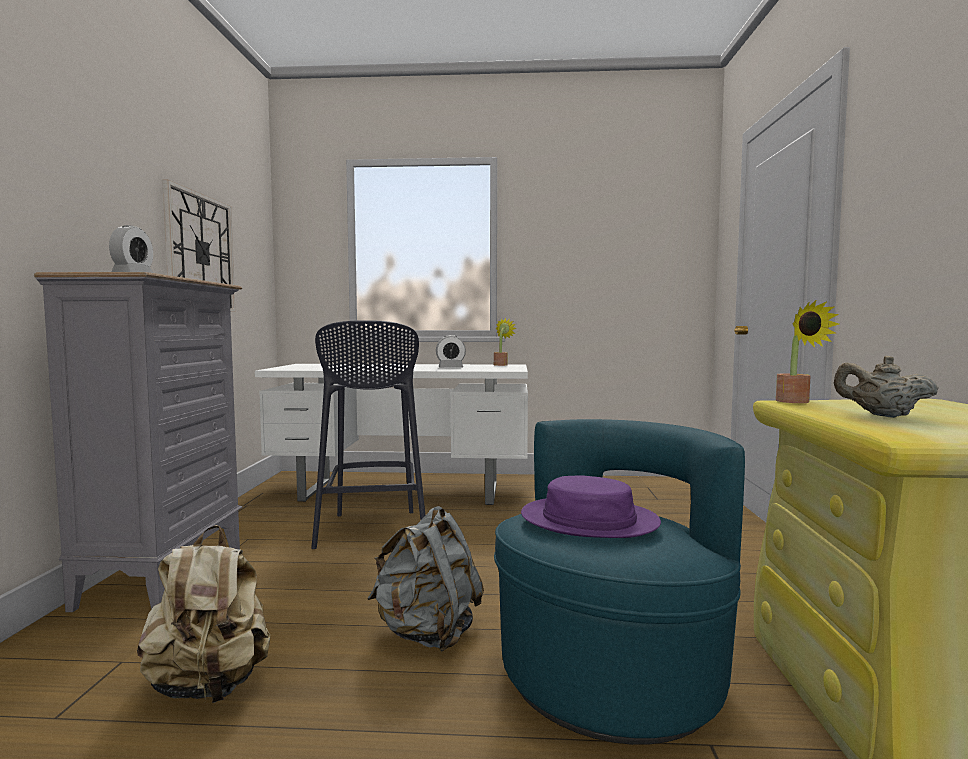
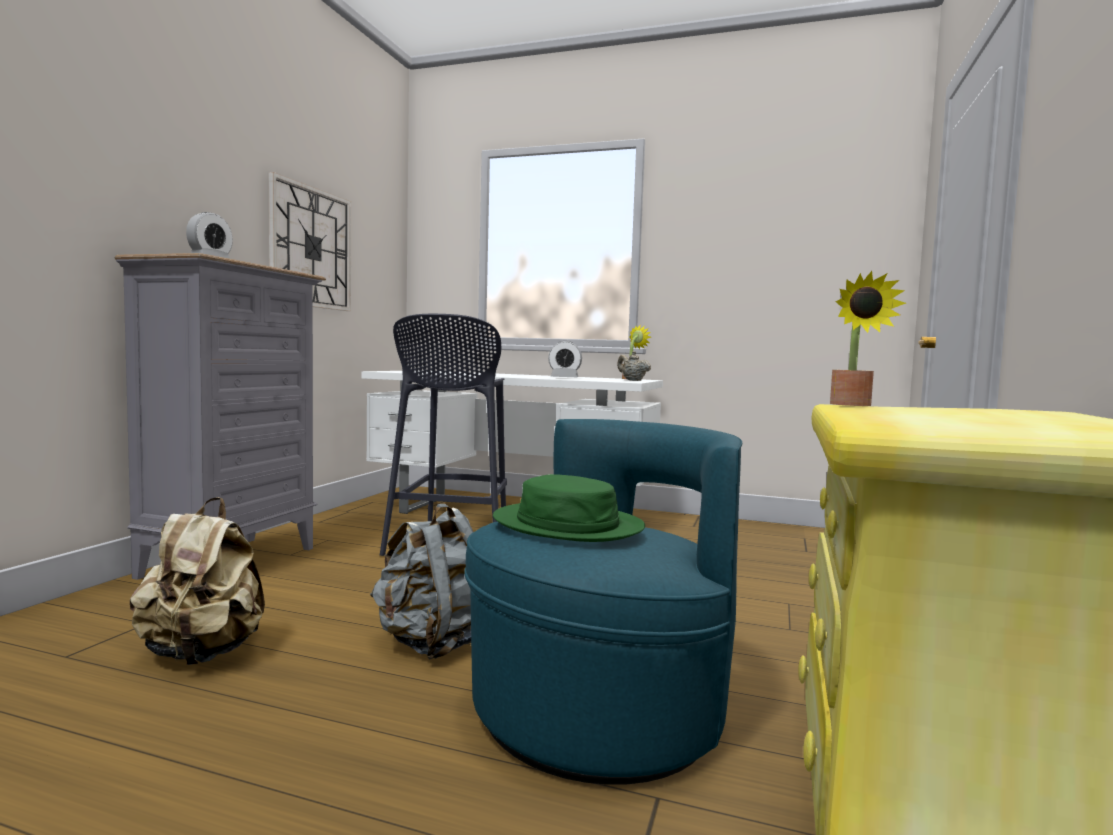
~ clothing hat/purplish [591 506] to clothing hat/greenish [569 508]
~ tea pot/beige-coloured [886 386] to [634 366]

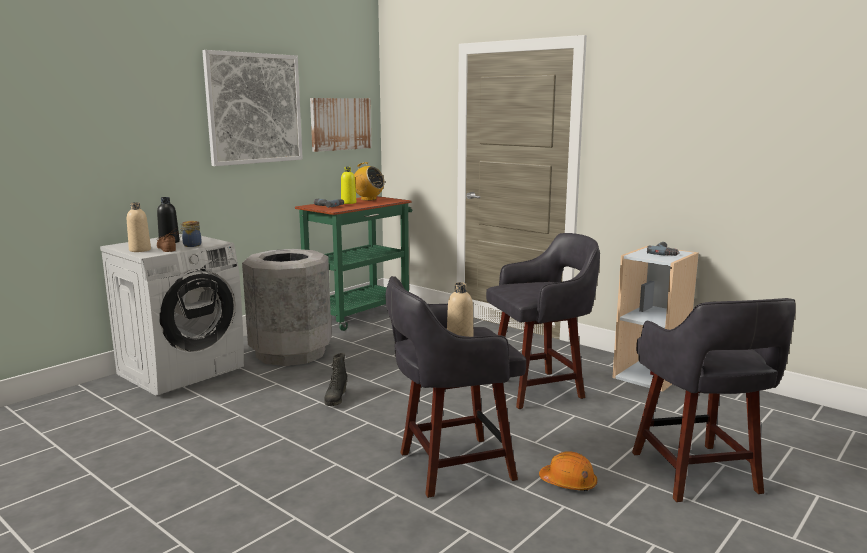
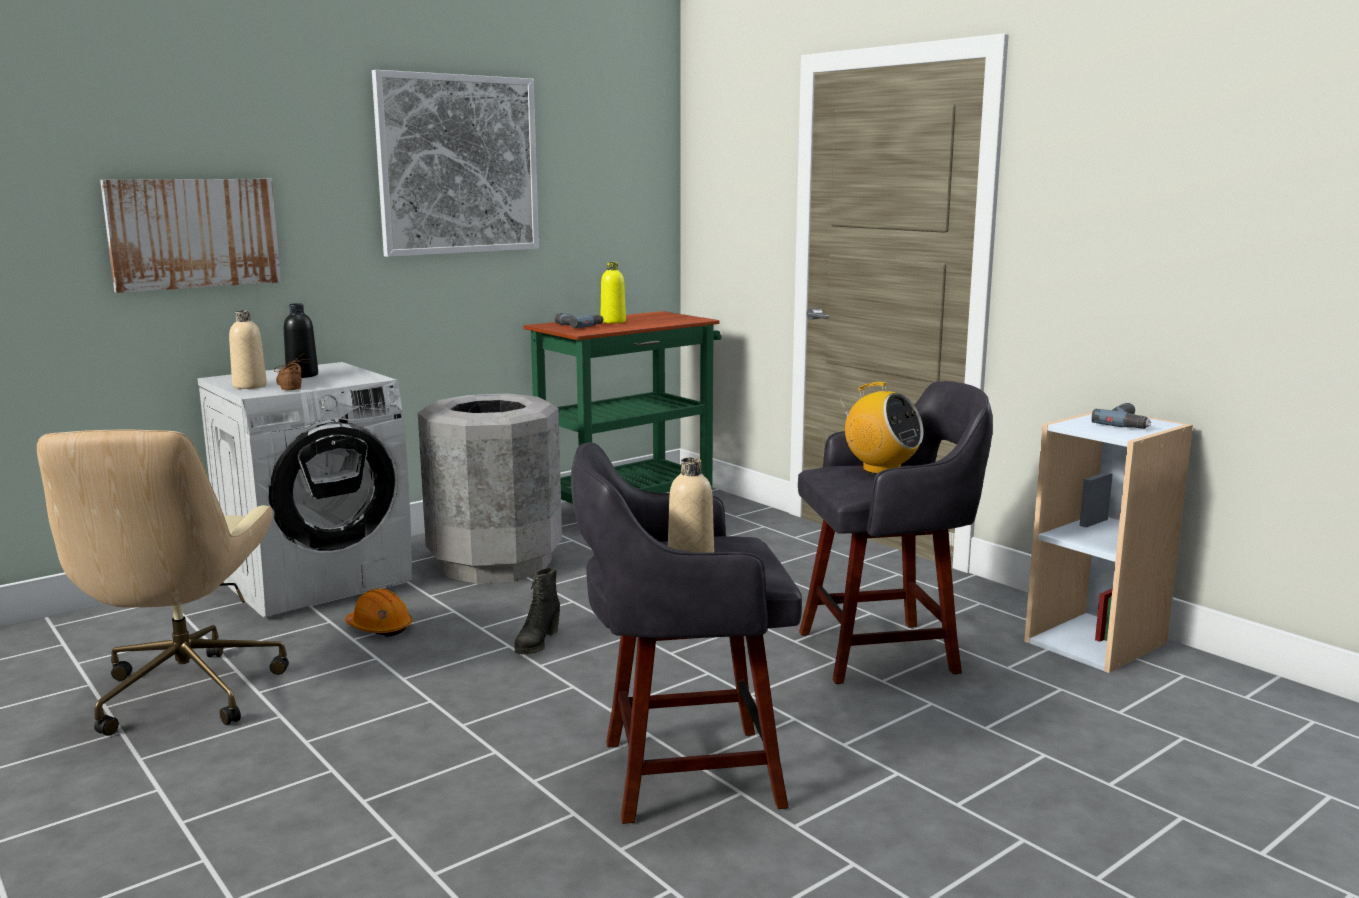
+ desk chair/beige-coloured [163 582]
~ wall picture [341 125] to [190 236]
~ work helmet/orangey [568 471] to [378 613]
~ radio set [369 181] to [881 428]
- storage jar [191 234]
- stool seat/greyish [714 400]

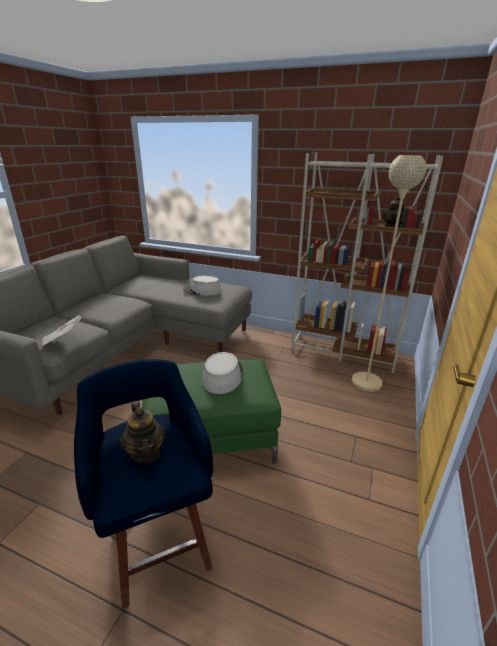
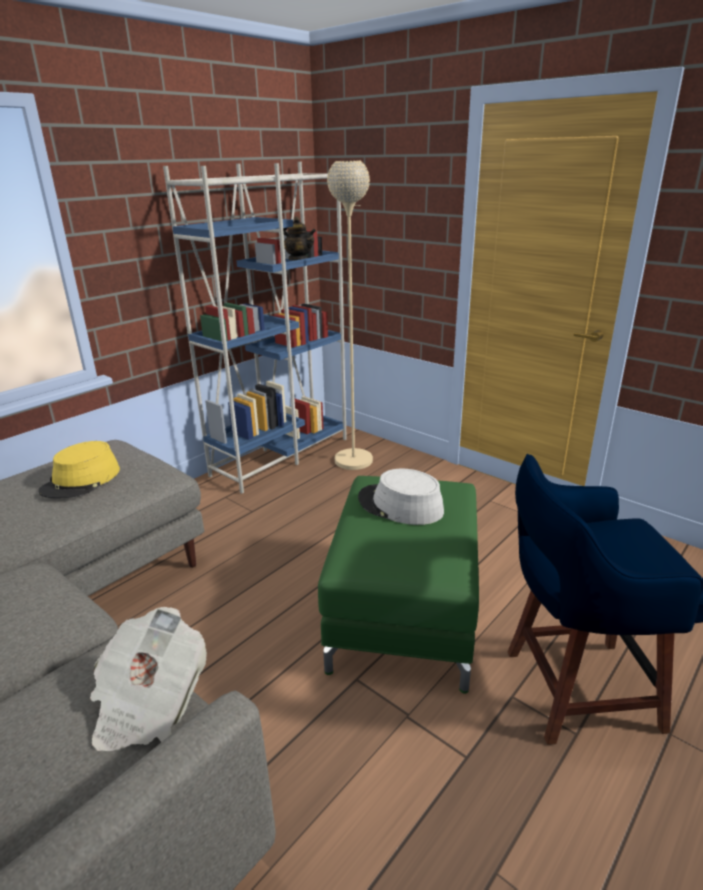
~ clothing hat/greyish [202 286] to clothing hat/yellowish [79 469]
~ bookshelf/brown [367 262] to bookshelf/blue [255 327]
- tea pot [142 432]

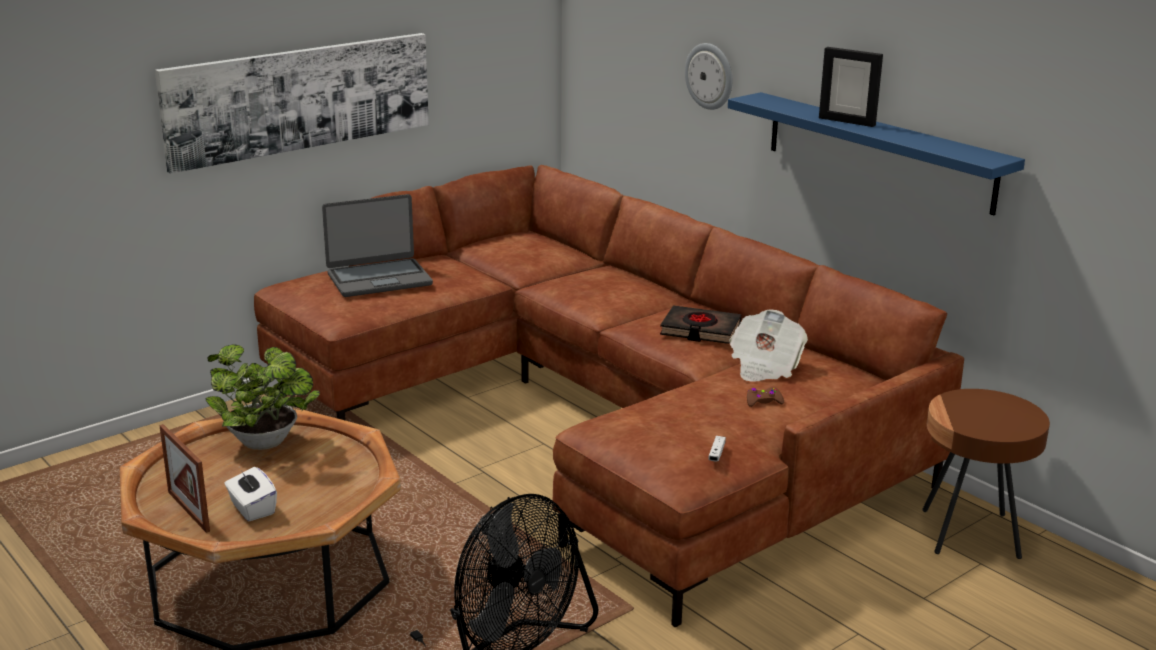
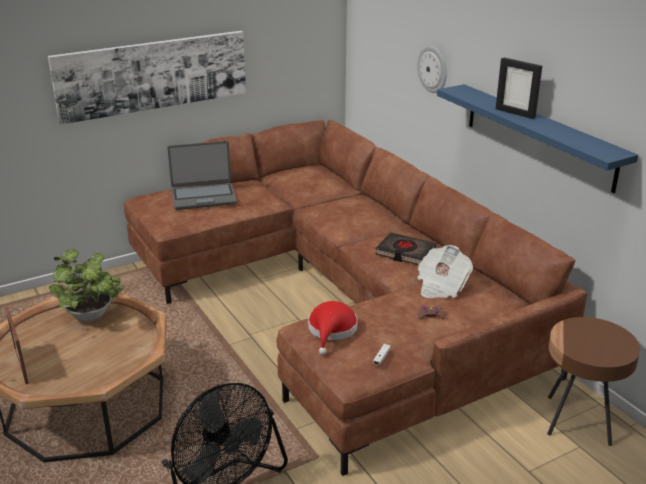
+ clothing hat/reddish [333 328]
- tissue box/white [250 494]

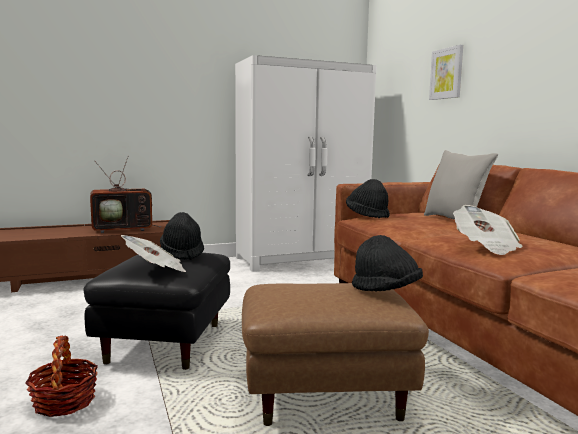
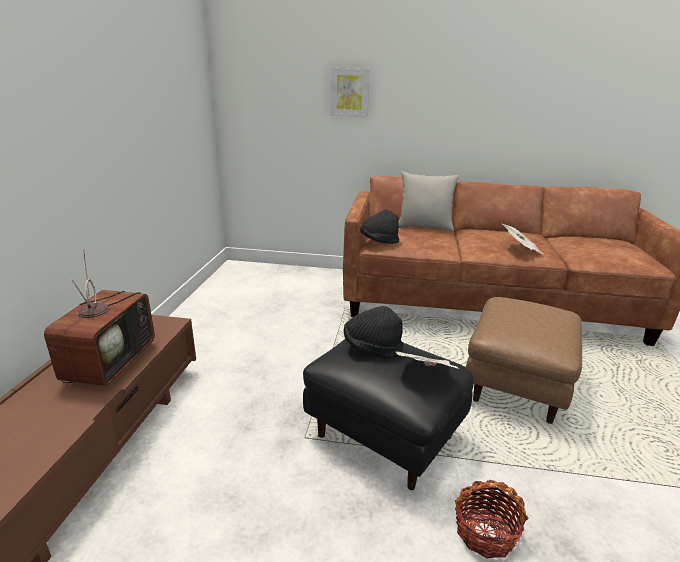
- cabinet/white [306 163]
- clothing hat/black [387 263]

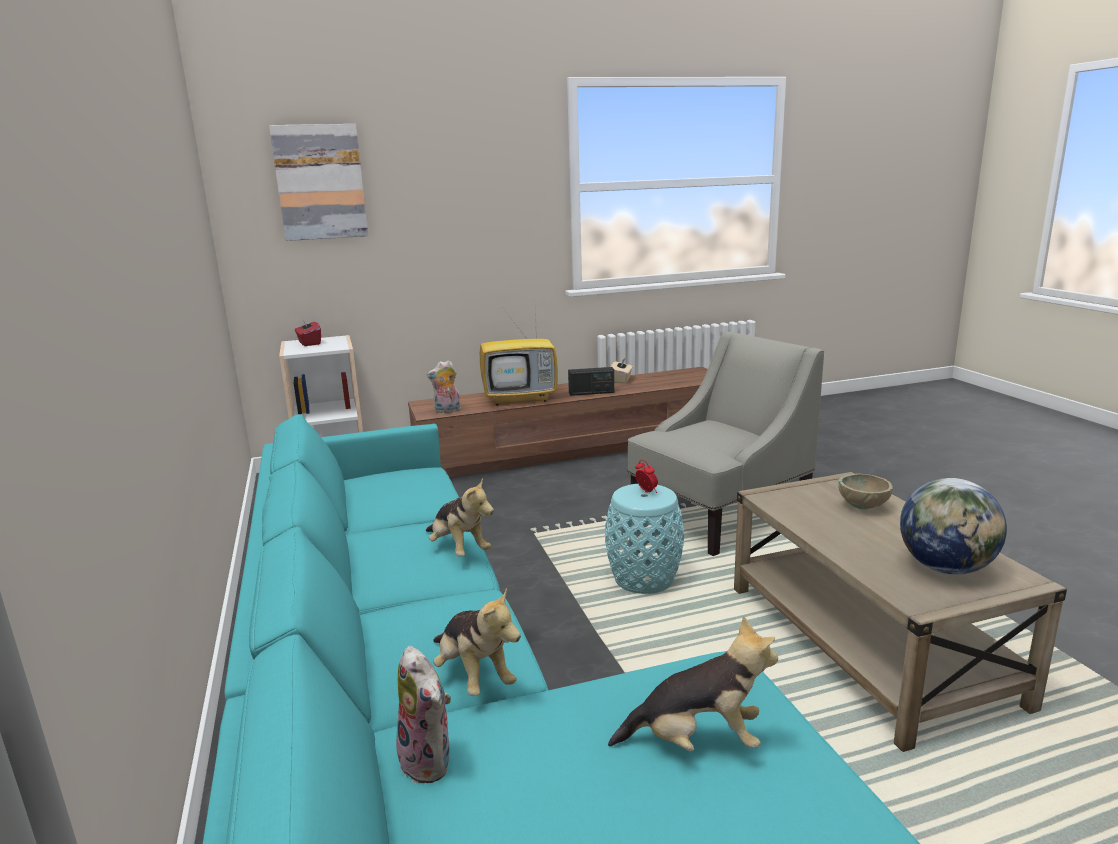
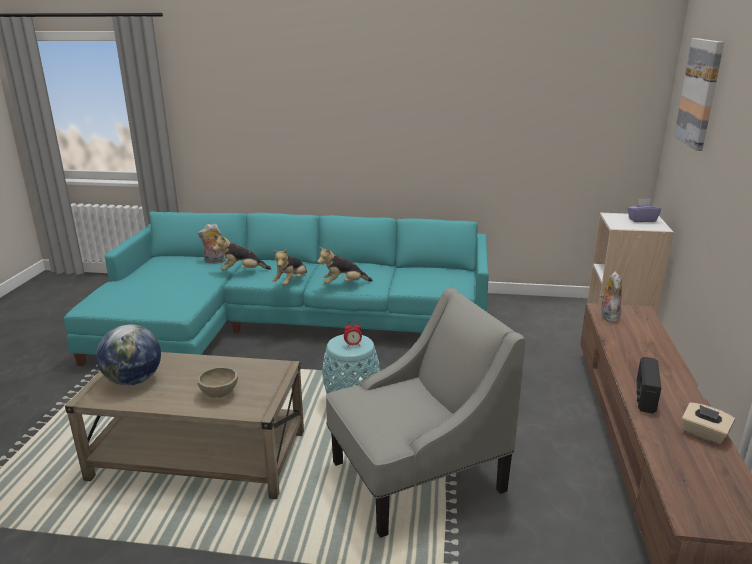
~ soft toy [693 684] to [289 267]
~ armchair/greyish [725 443] = [426 412] 105 degrees counterclockwise
~ tissue box/reddish [308 333] to tissue box/purplish [644 210]
- television [519 358]

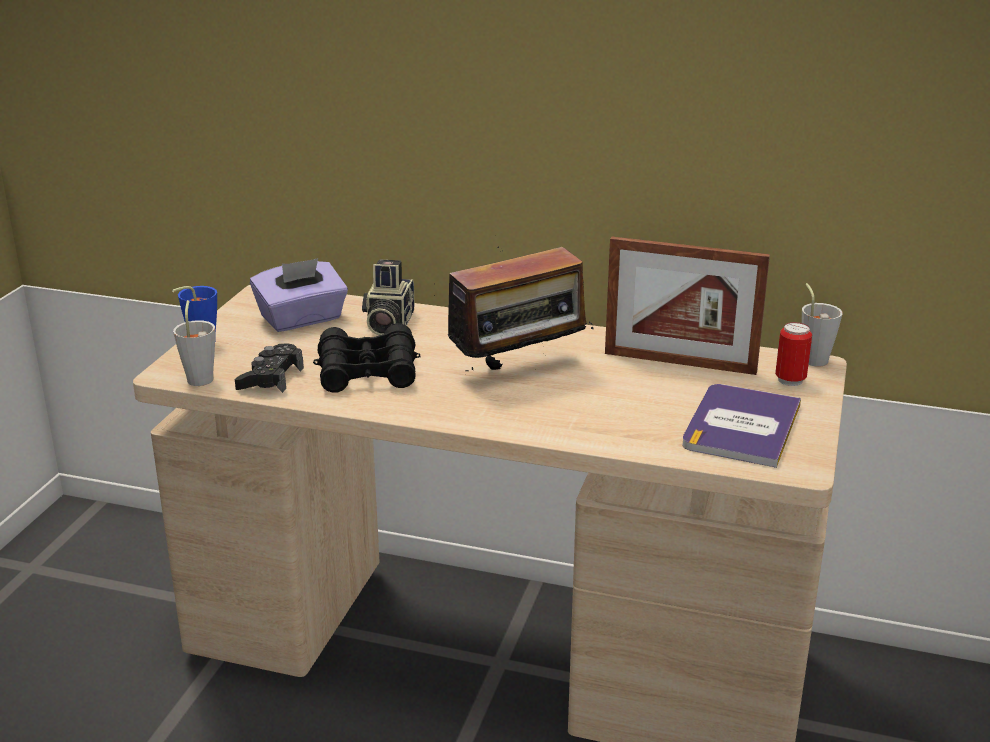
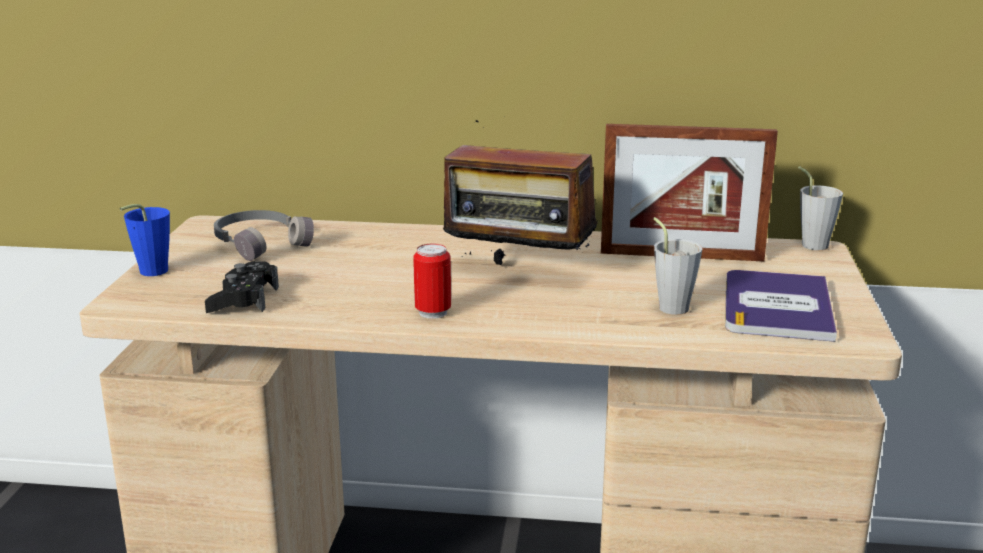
~ tissue box/purplish [299 295] to headset/greyish [264 235]
~ can [793 354] to [432 281]
~ radio set [513 303] = [520 190] 60 degrees clockwise
~ cup/greyish [194 343] to [677 266]
- field glasses/black [366 358]
- still camera [388 297]

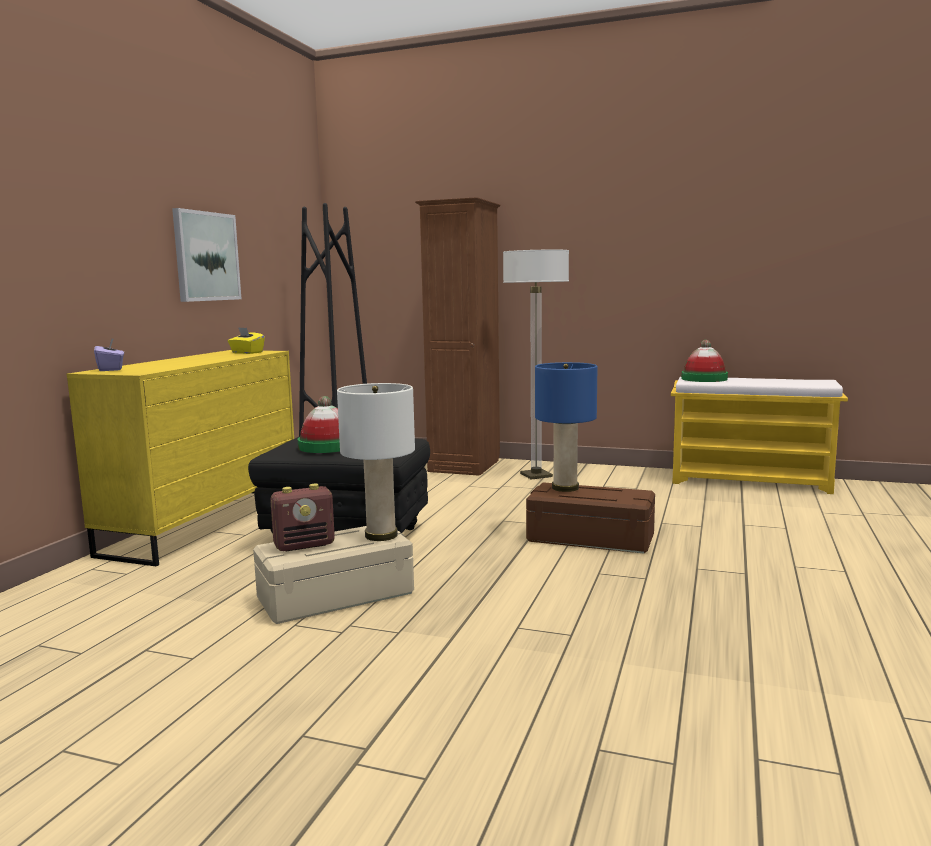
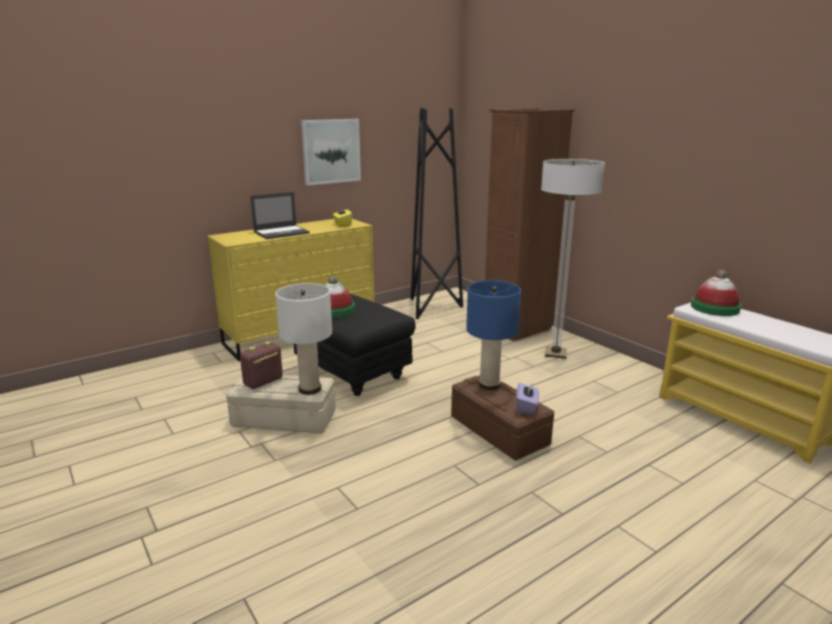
~ radio set [302 517] = [261 365] 120 degrees clockwise
+ laptop [280 215]
~ tissue box/purplish [109 354] to [527 398]

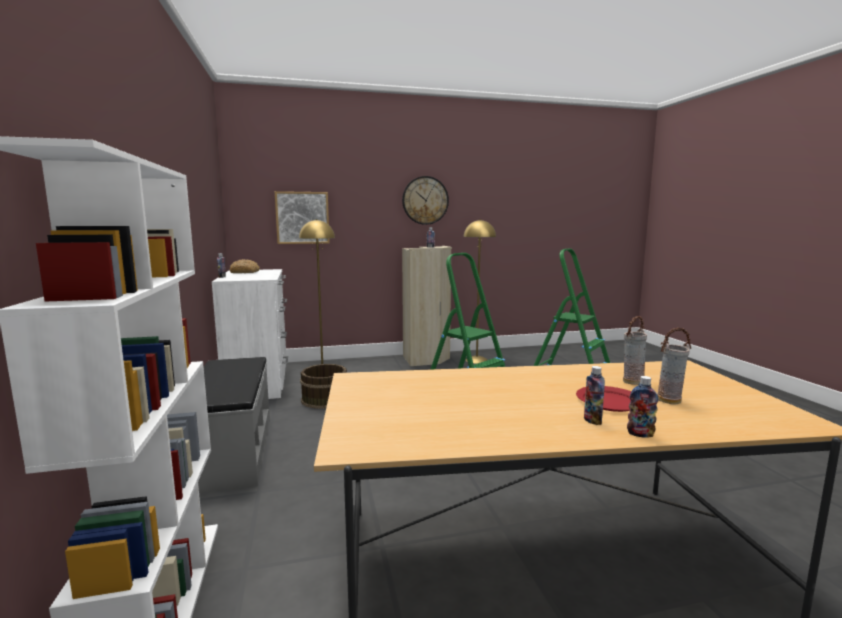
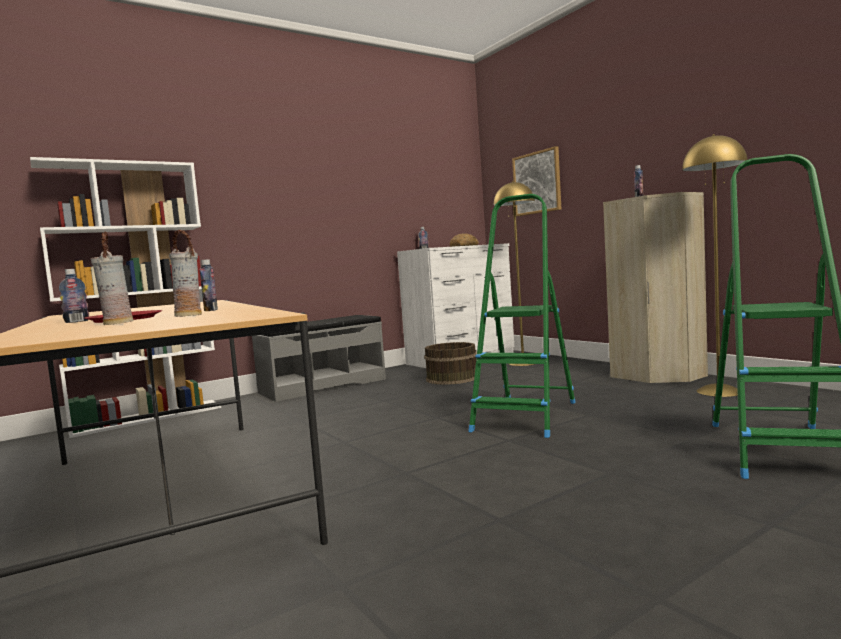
~ drink bottle [642 407] to [209 285]
- hanging clock [425 200]

